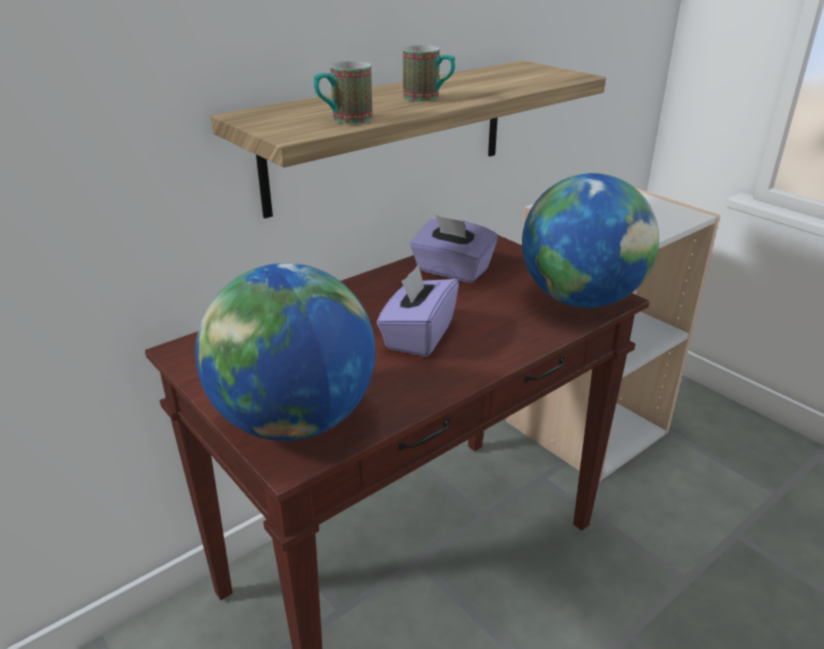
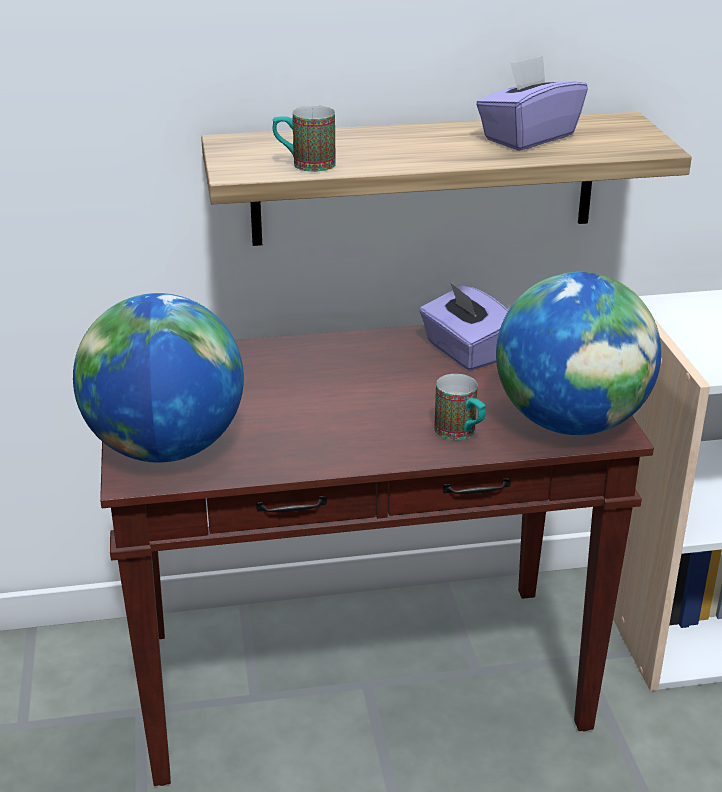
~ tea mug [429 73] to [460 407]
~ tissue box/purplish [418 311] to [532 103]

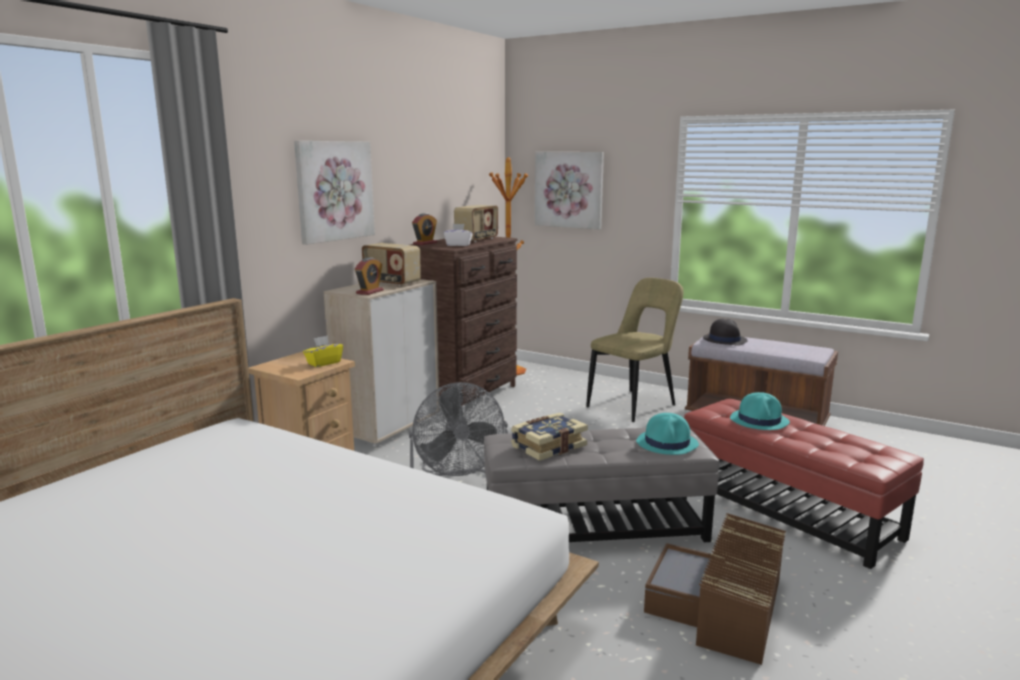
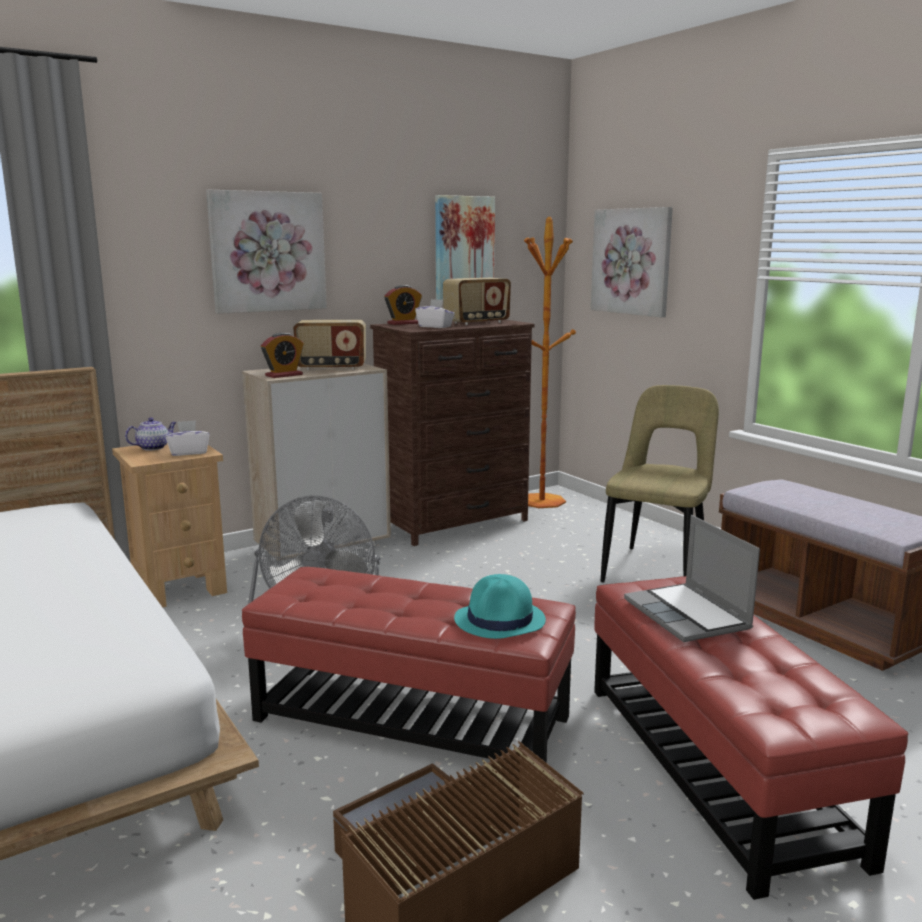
+ tea pot [151 433]
~ tissue box/yellowish [323 351] to tissue box/white [187 438]
~ ottoman/greyish [601 485] to ottoman/reddish [409 665]
~ radio set [391 265] = [329 345] 60 degrees counterclockwise
+ wall picture [465 247]
~ chair/beige-coloured [634 350] = [659 483] 45 degrees counterclockwise
~ clothing hat/turquoise [760 411] to laptop [692 578]
- bound book [549 437]
- clothing hat/black [725 332]

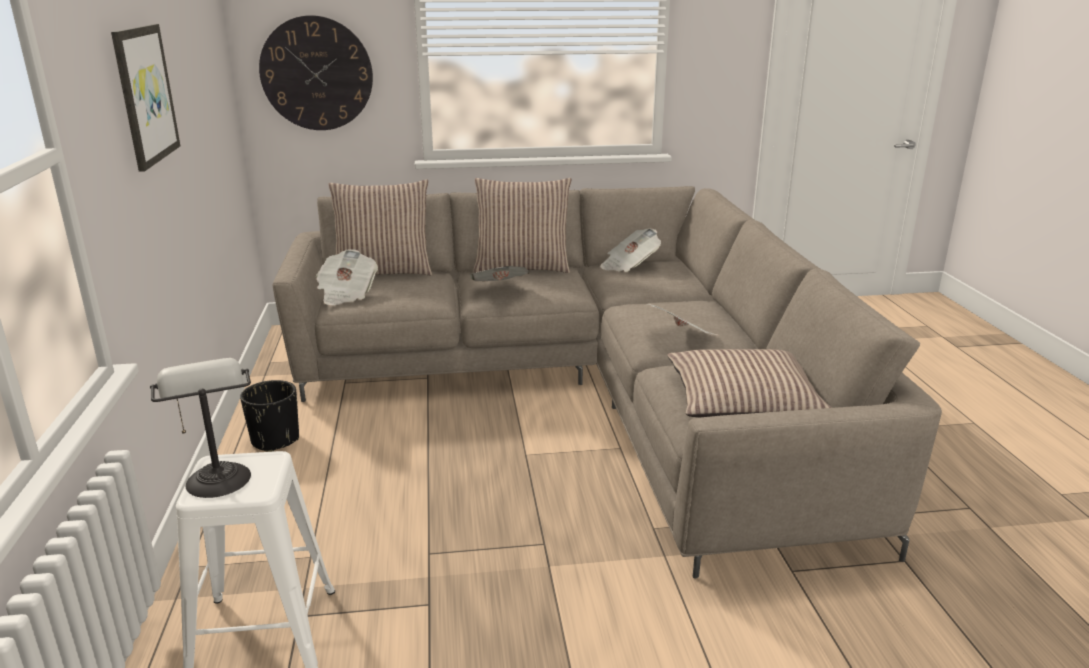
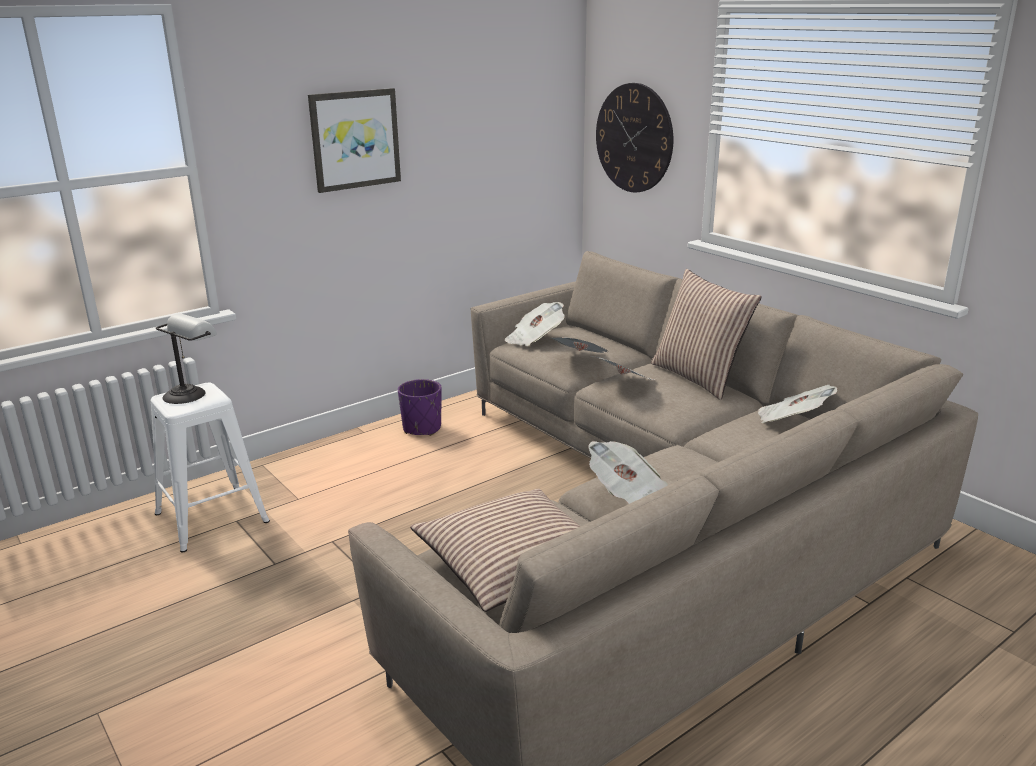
~ planter/black [269 416] to planter/purplish [420 407]
+ printed paper [579 345]
- pillow [380 227]

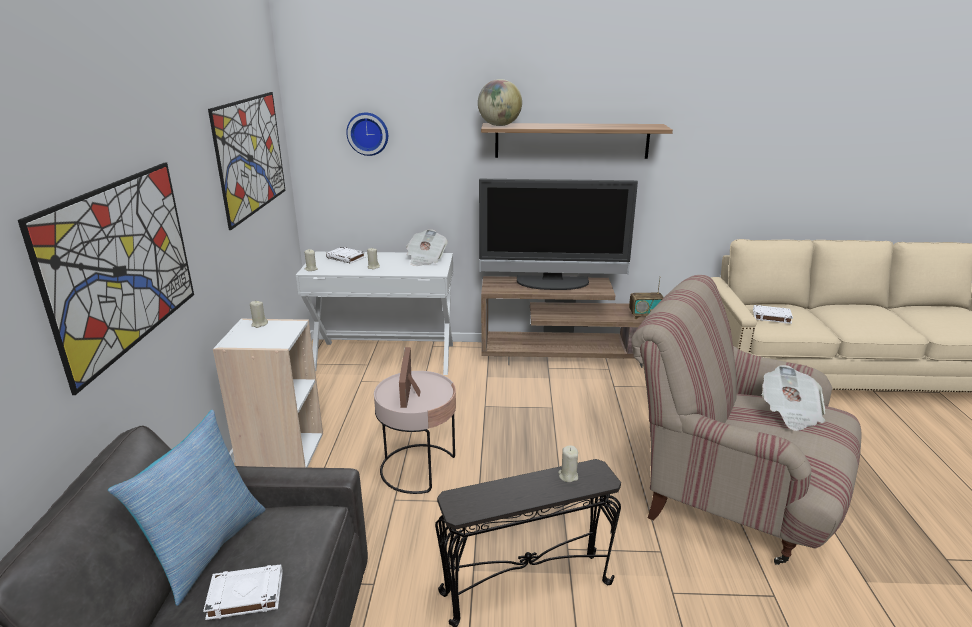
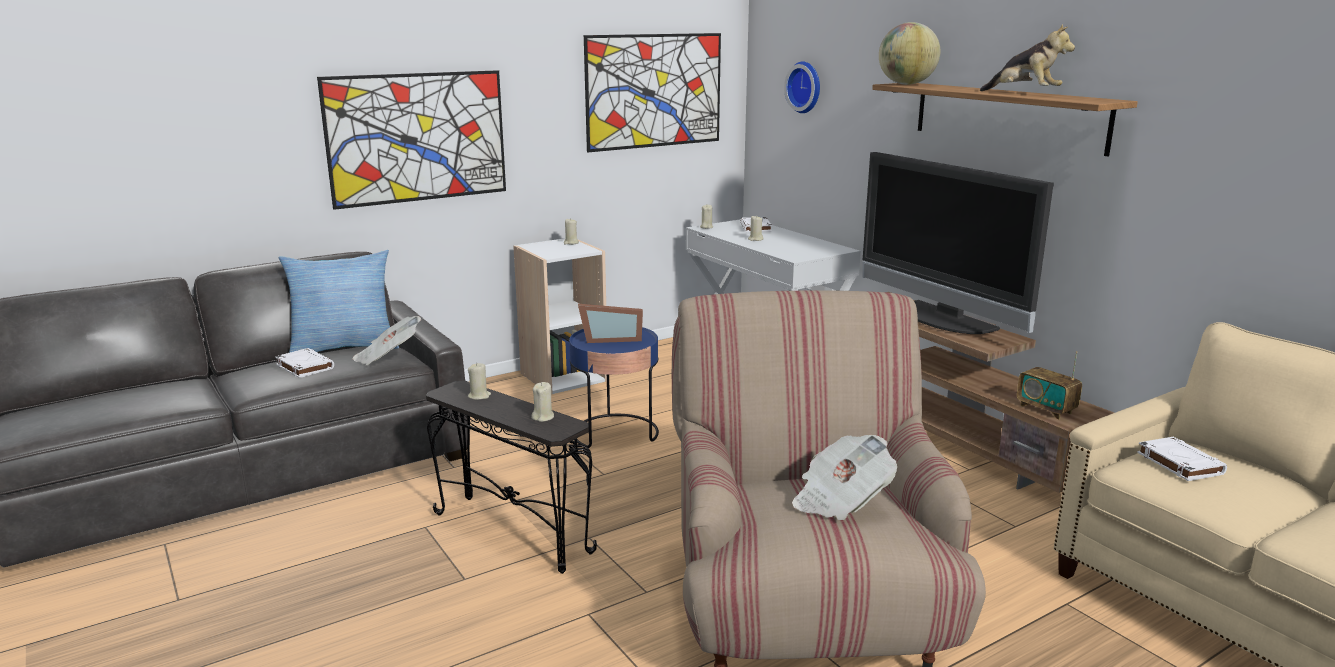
~ printed paper [427 247] to [387 340]
+ wax candle/beige-coloured [479 381]
~ side table/pinkish [415 432] to side table/blue [614 387]
~ photo frame [410 377] = [610 323] 150 degrees counterclockwise
+ soft toy [1027 57]

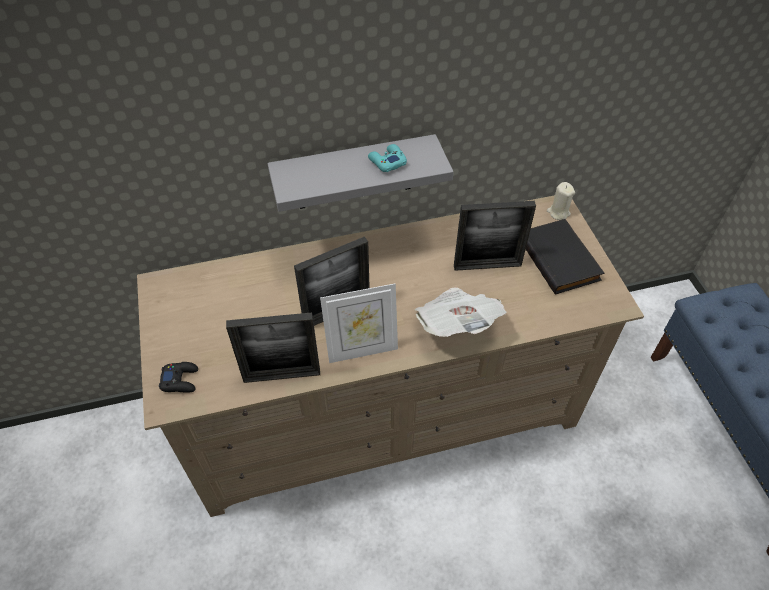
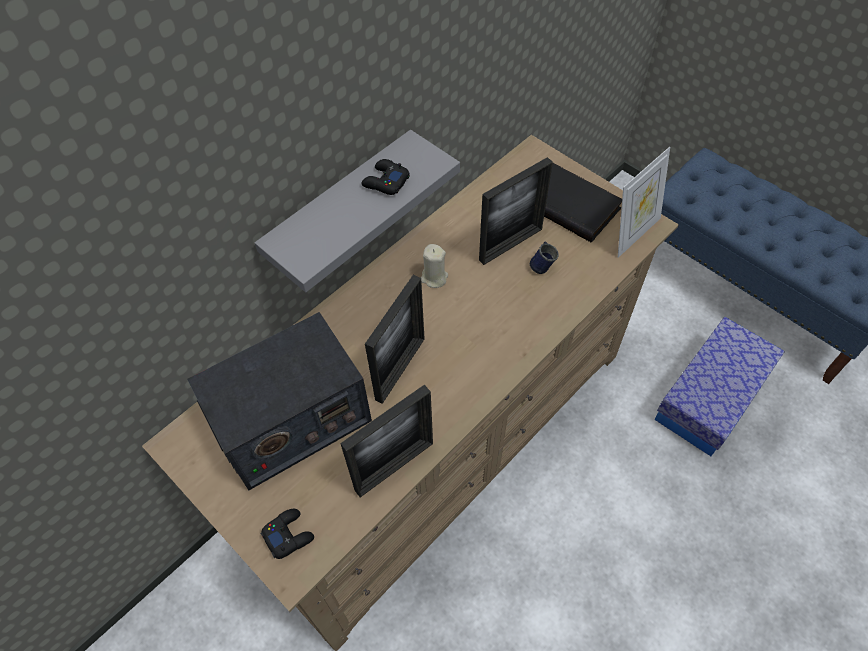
+ radio set [279 401]
~ gamepad/turquoise [387 158] to gamepad/black [386 177]
~ wax candle/beige-coloured [561 201] to [434 266]
+ tea mug/blue [544 257]
~ photo frame [359 323] to [644 202]
+ storage container [719 386]
- printed paper [460 312]

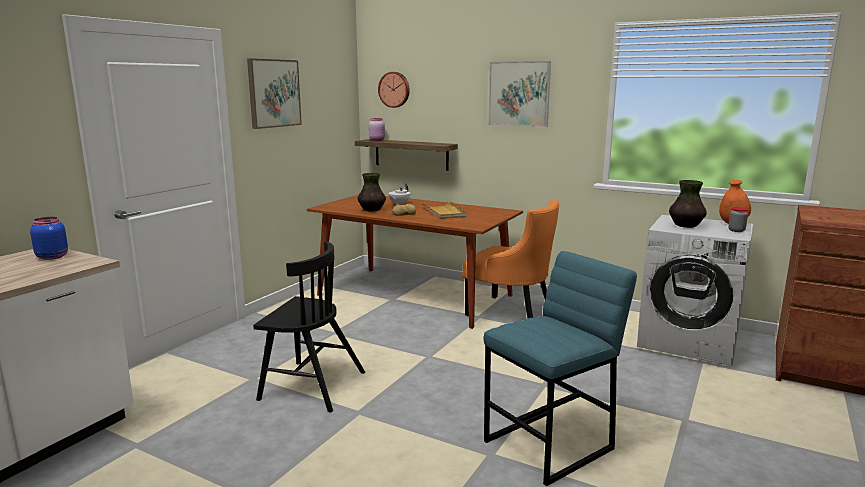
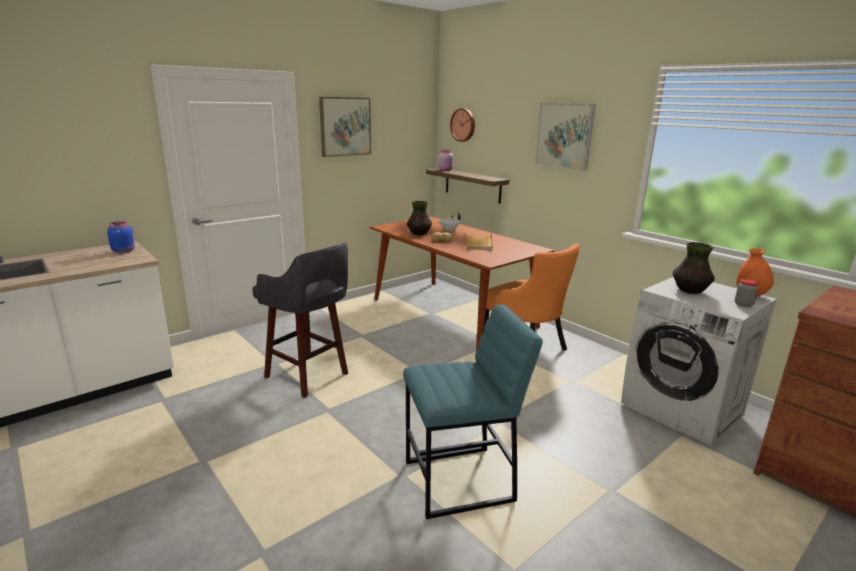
~ chair/black [309 327] to stool seat/greyish [300 320]

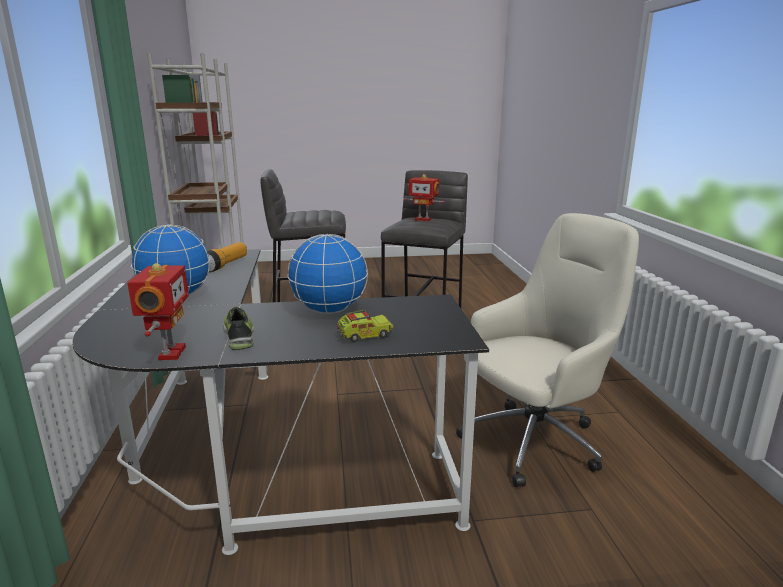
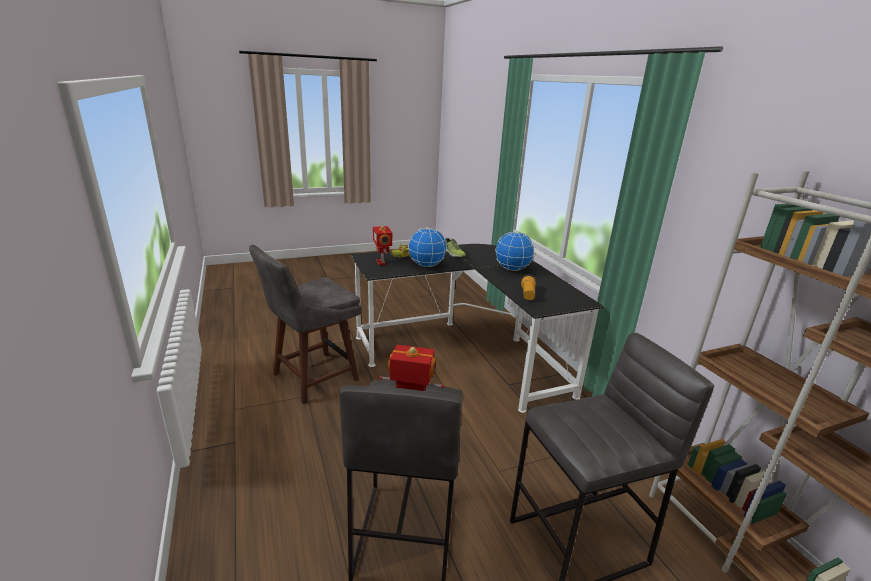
~ desk chair/beige-coloured [547 350] to stool seat/greyish [305 324]
~ model robot [158 311] to [382 245]

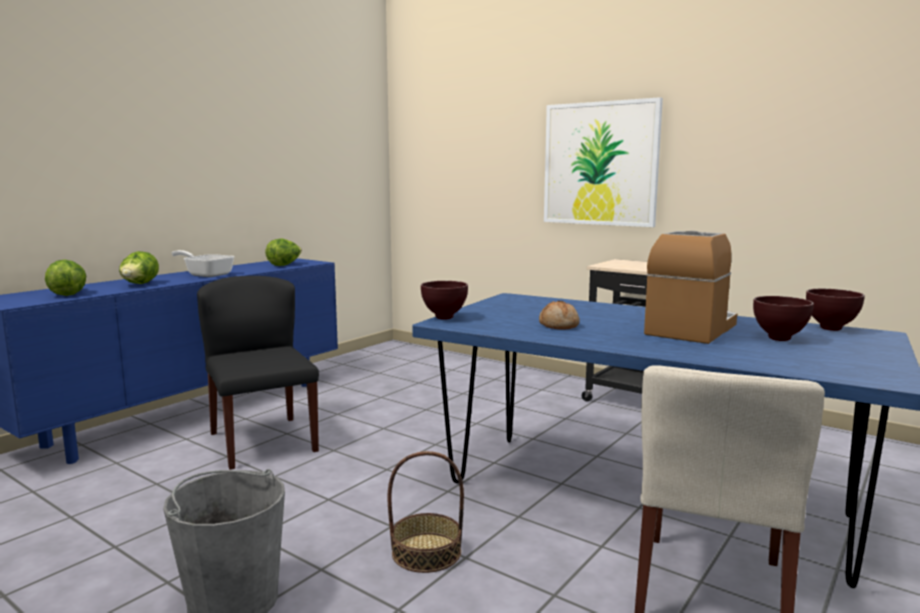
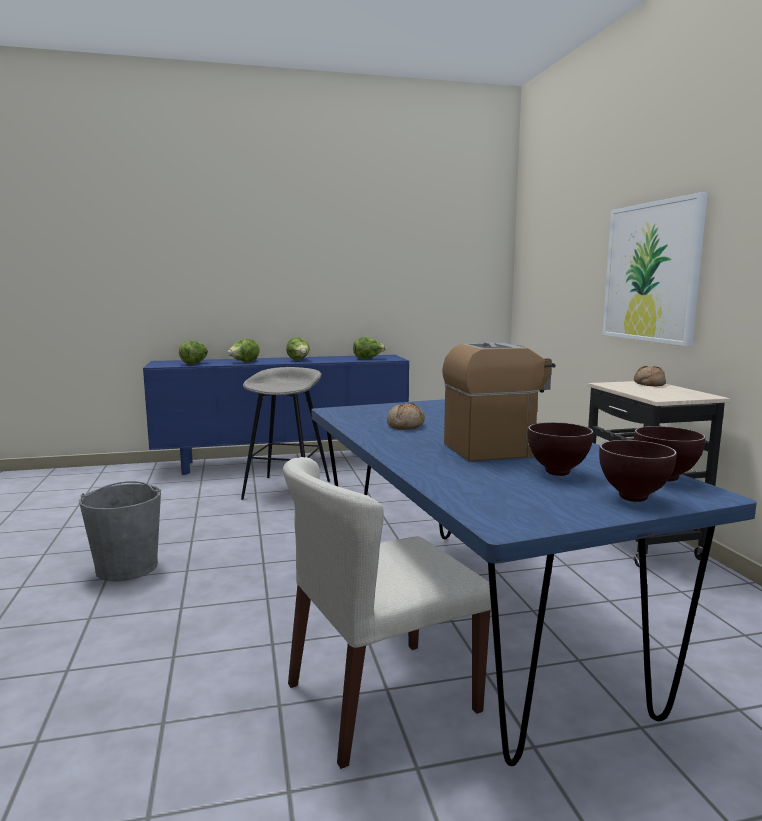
~ chair/black [258 373] to stool seat/greyish [285 433]
~ pan [203 263] to head of lettuce [298 348]
~ bowl/brown [444 300] to [638 471]
+ bakery bread [650 376]
- basket [426 512]

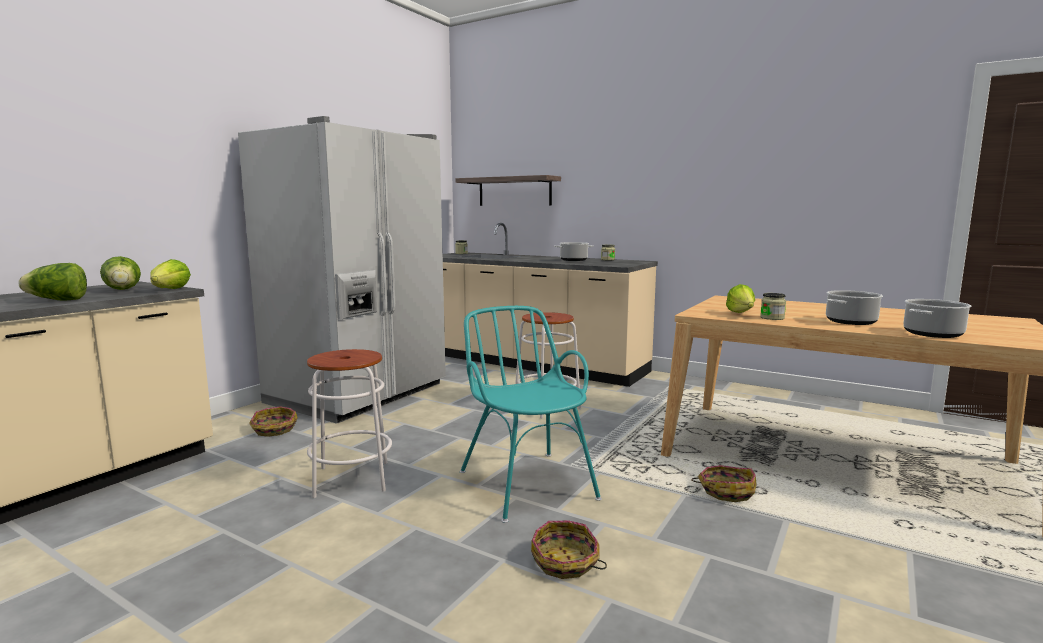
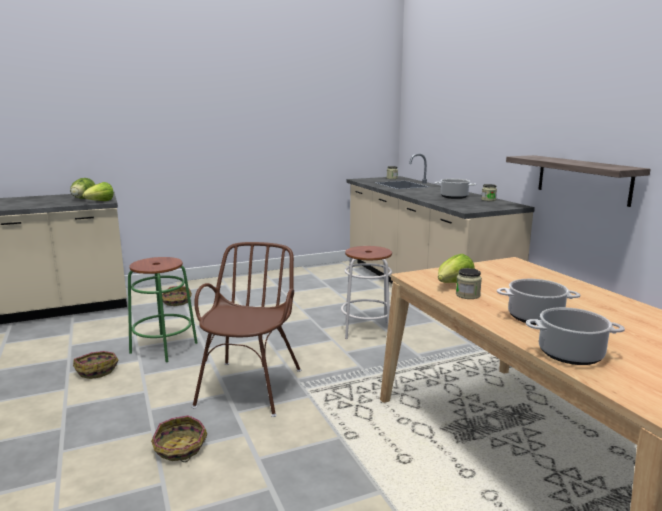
~ basket [724 483] to [95 365]
~ stool seat/white [349 423] to stool seat/greenish [163 309]
~ chair/turquoise [531 414] to chair/brown [246 329]
~ wall shelf [508 190] to [578 181]
- head of lettuce [52 282]
- kitchen fridge/white [342 270]

